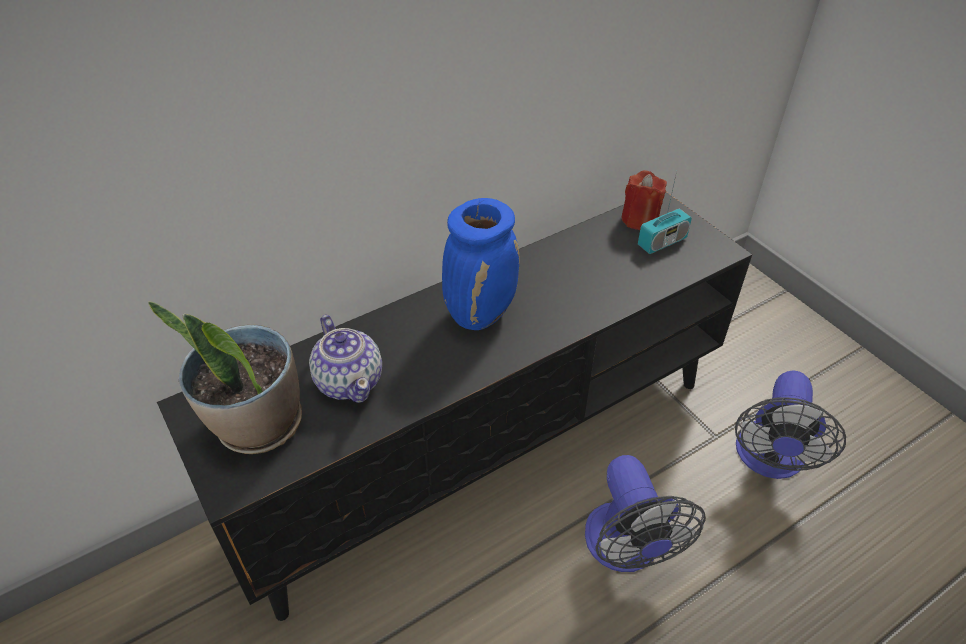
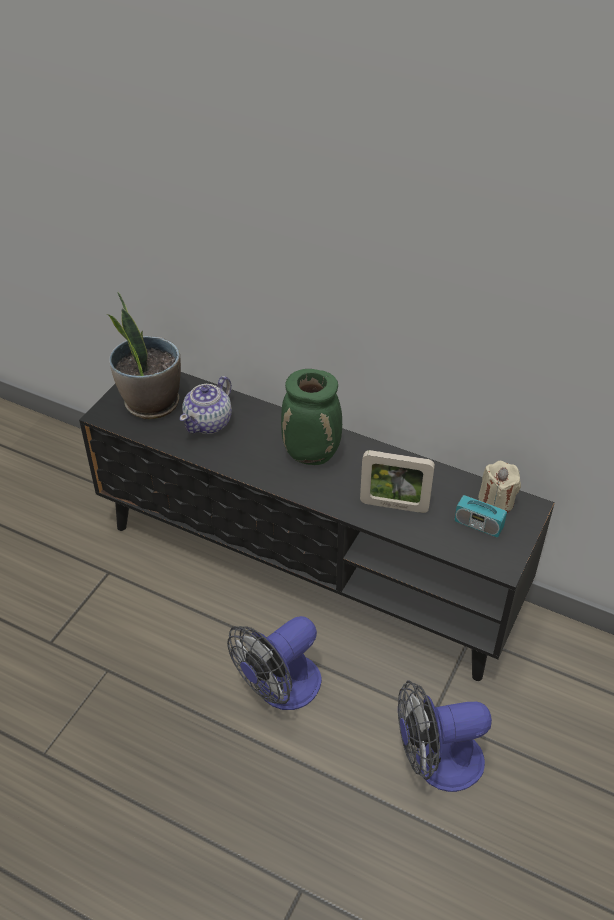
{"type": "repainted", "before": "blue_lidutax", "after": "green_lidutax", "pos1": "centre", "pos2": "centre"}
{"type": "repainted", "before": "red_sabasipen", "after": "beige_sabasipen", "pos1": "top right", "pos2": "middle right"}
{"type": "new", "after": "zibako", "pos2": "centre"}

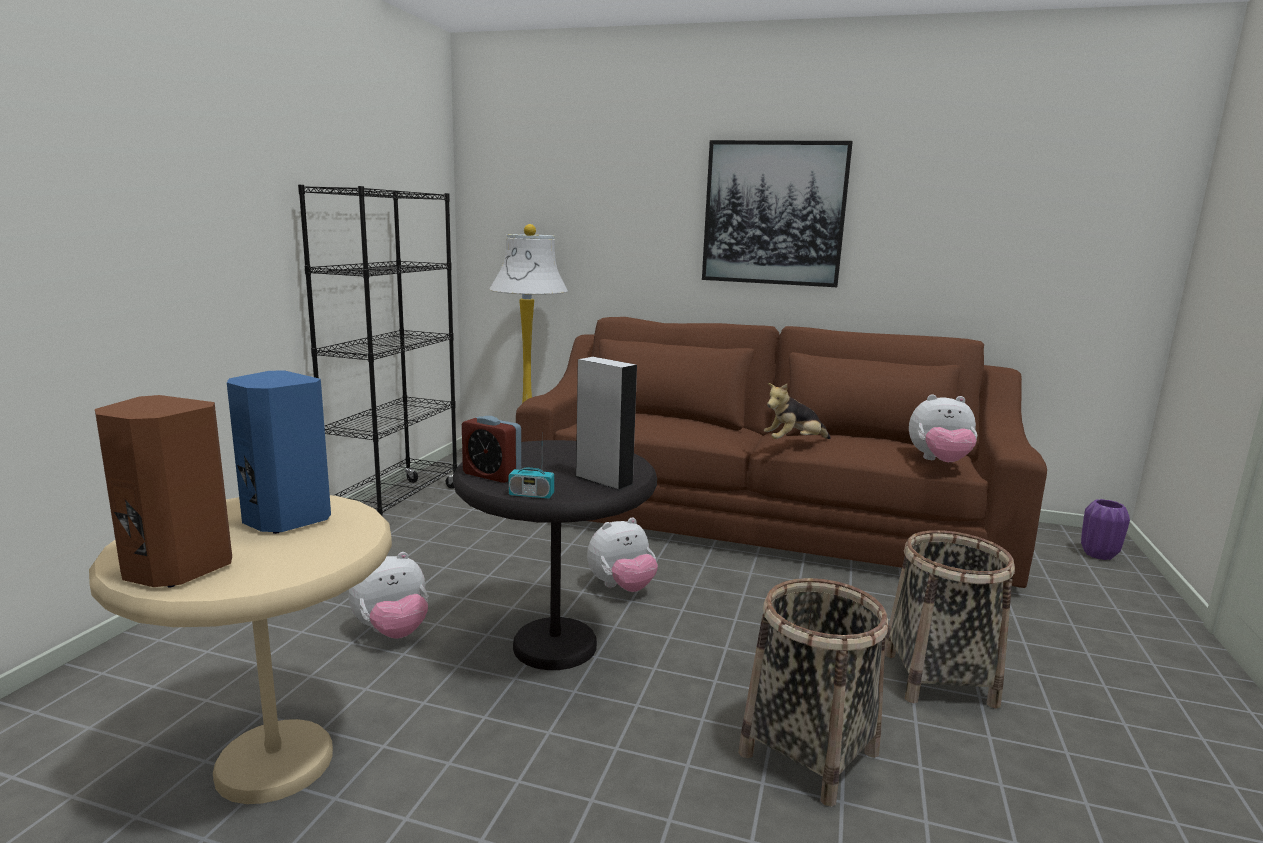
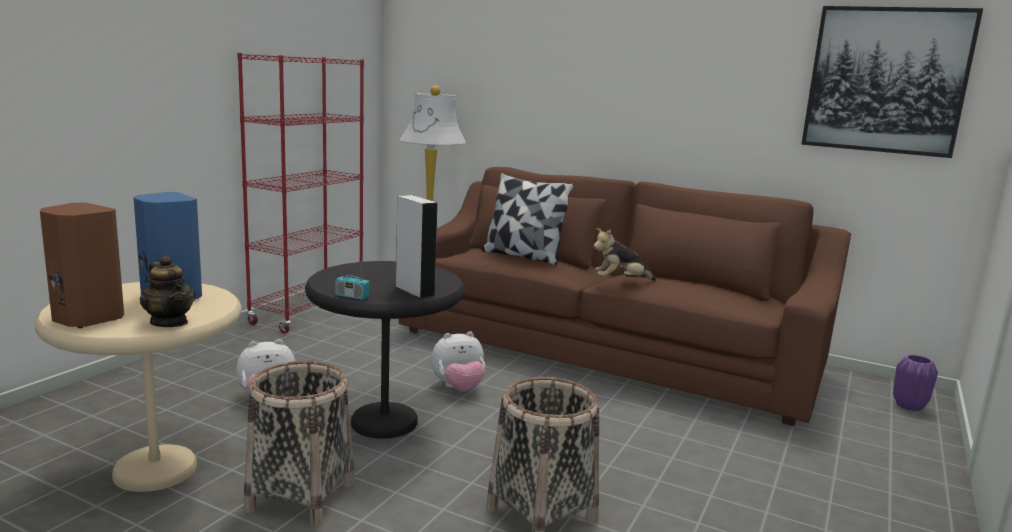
{"type": "repainted", "before": "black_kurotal", "after": "red_kurotal", "pos1": "middle left", "pos2": "middle left"}
{"type": "gone", "before": "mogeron", "pos1": "centre"}
{"type": "shifted", "before": "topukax", "pos1": "top centre", "pos2": "top right"}
{"type": "shifted", "before": "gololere (no. 2 from left in the first image)", "after": "gololere (no. 1 from left)", "pos1": "bottom right", "pos2": "bottom left"}
{"type": "gone", "before": "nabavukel (no. 4 from left)", "pos1": "middle right"}
{"type": "new", "after": "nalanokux", "pos2": "middle left"}
{"type": "new", "after": "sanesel", "pos2": "centre"}

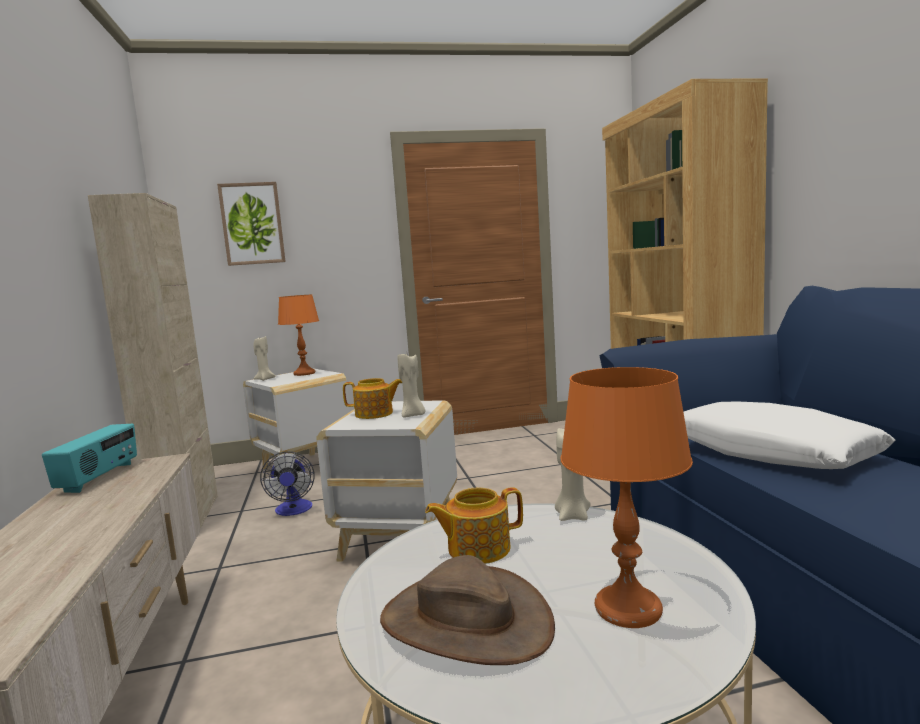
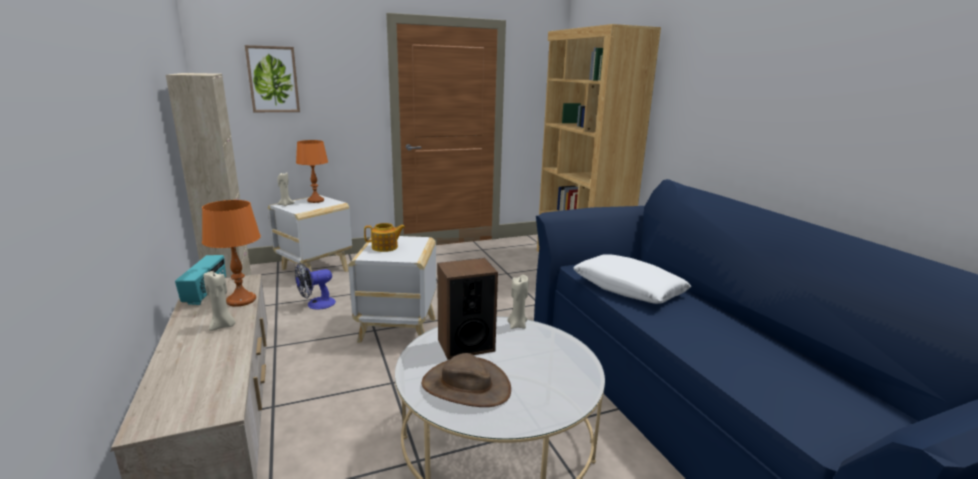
{"type": "rotated", "before": "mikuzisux", "pos1": "bottom left", "pos2": "middle left", "turn": 75}
{"type": "shifted", "before": "beige_sabasipen (no. 2 from left in the first image)", "after": "beige_sabasipen (no. 1 from left)", "pos1": "centre", "pos2": "middle left"}
{"type": "swapped", "before": "nalanokux (no. 2 from left)", "after": "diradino", "pos1": "bottom centre", "pos2": "centre"}
{"type": "shifted", "before": "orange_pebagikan (no. 2 from left in the first image)", "after": "orange_pebagikan (no. 1 from left)", "pos1": "bottom right", "pos2": "middle left"}

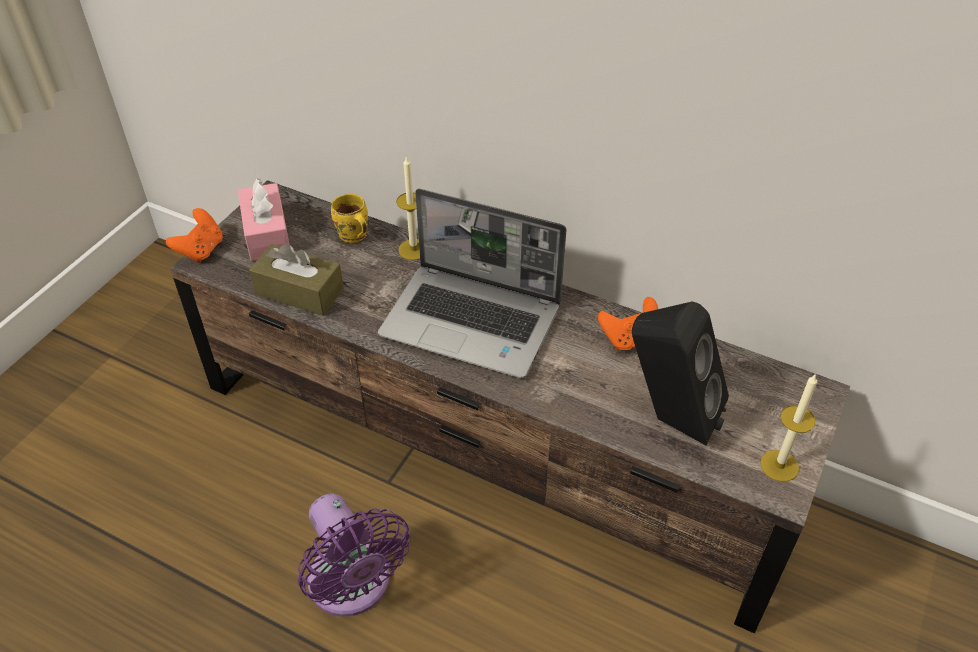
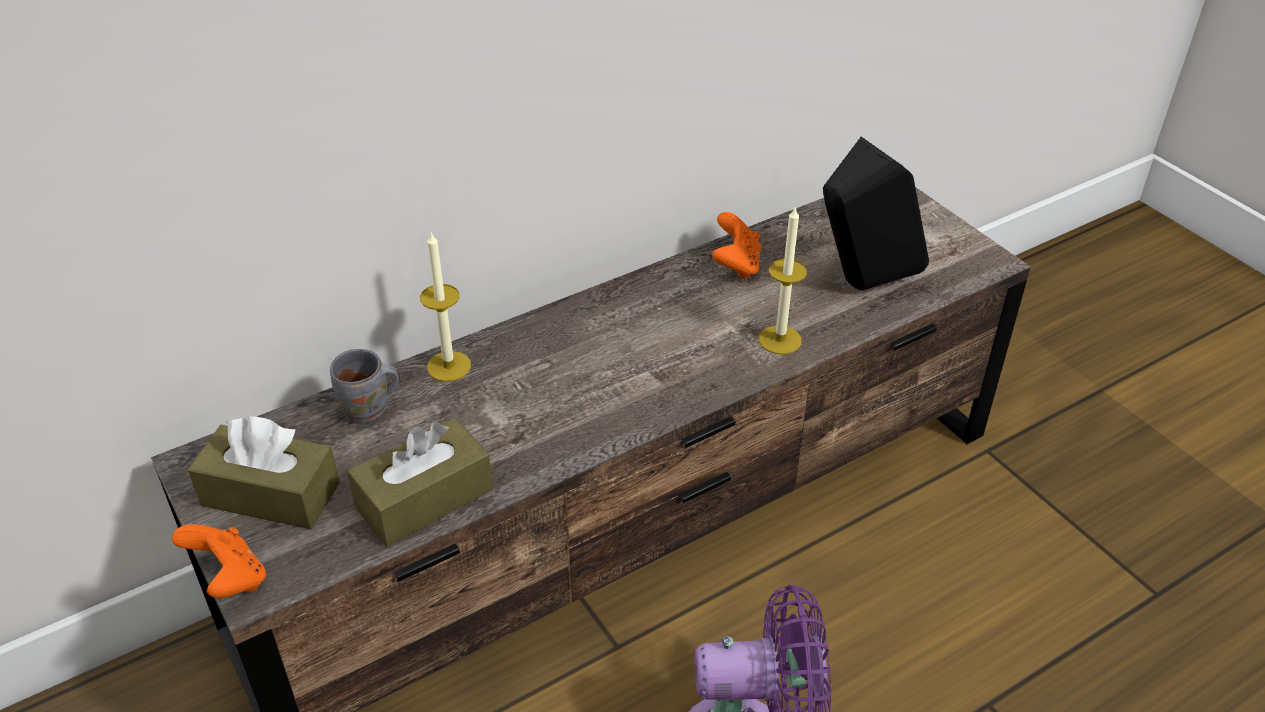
{"type": "repainted", "before": "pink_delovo", "after": "brown_delovo (no. 1 from left)", "pos1": "middle left", "pos2": "middle left"}
{"type": "repainted", "before": "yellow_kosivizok", "after": "grey_kosivizok", "pos1": "centre", "pos2": "middle left"}
{"type": "gone", "before": "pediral", "pos1": "centre"}
{"type": "shifted", "before": "sabasipen (no. 2 from left)", "pos1": "middle right", "pos2": "centre"}

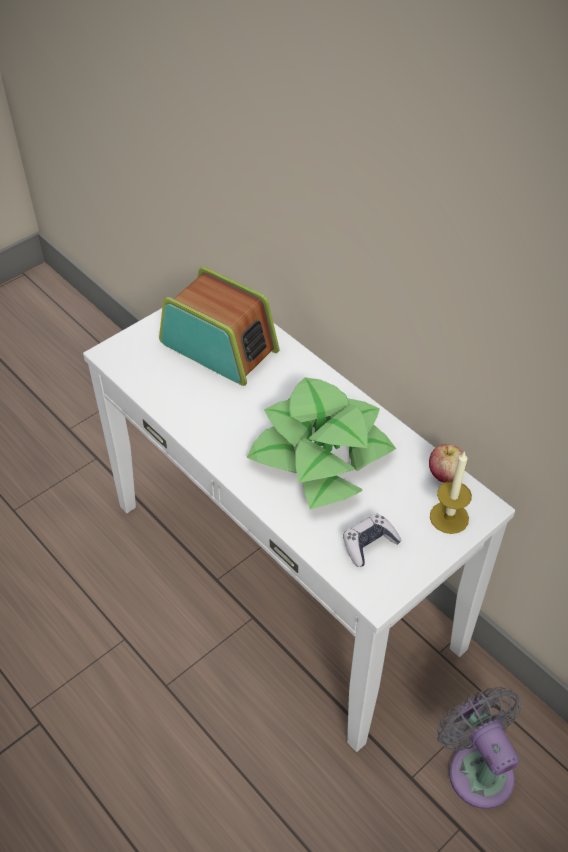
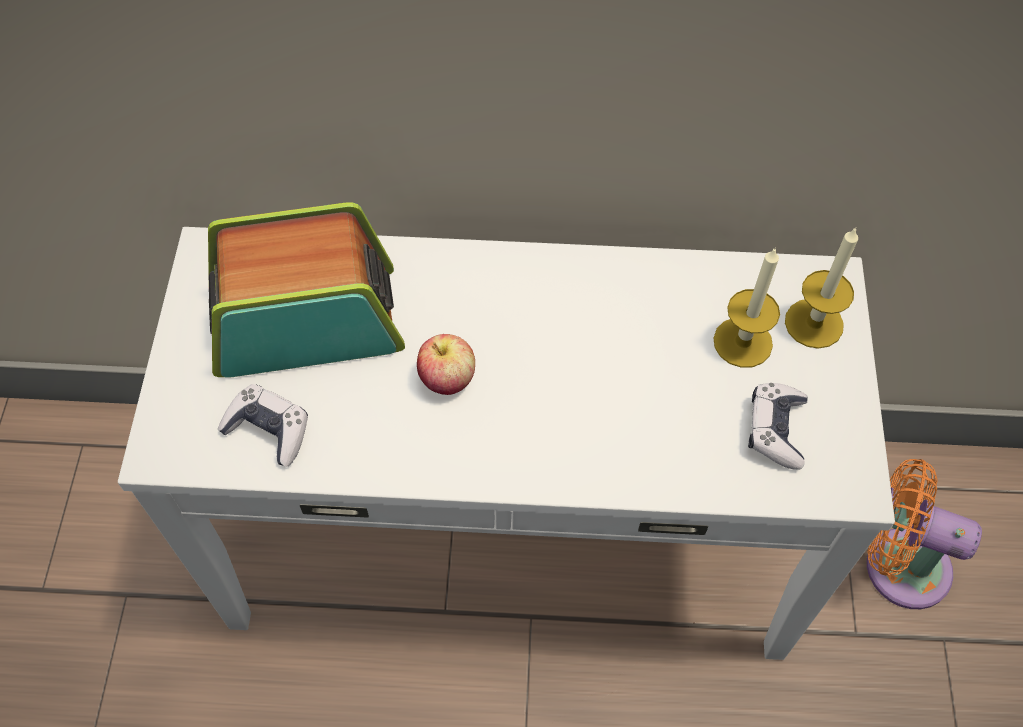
{"type": "gone", "before": "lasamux", "pos1": "centre"}
{"type": "shifted", "before": "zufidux", "pos1": "middle right", "pos2": "centre"}
{"type": "repainted", "before": "grey_mikuzisux", "after": "orange_mikuzisux", "pos1": "bottom right", "pos2": "bottom right"}
{"type": "new", "after": "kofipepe (no. 1 from left)", "pos2": "middle left"}
{"type": "new", "after": "sabasipen (no. 1 from left)", "pos2": "middle right"}

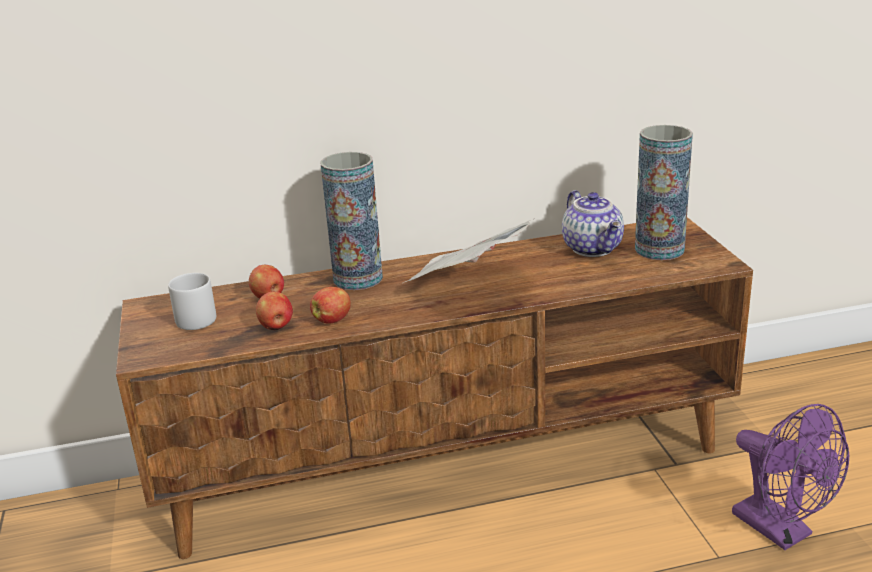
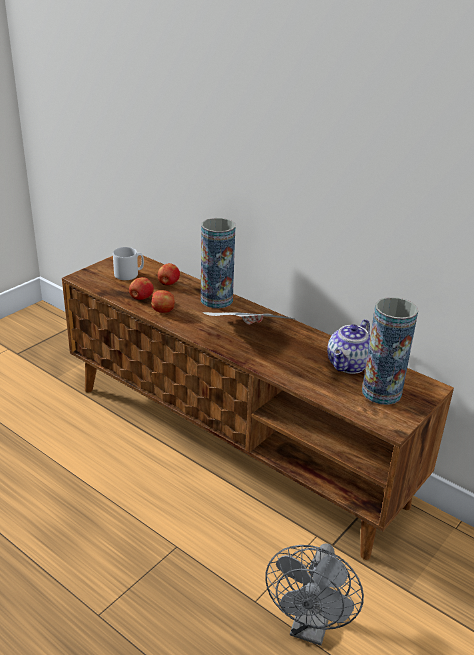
{"type": "repainted", "before": "purple_mikuzisux", "after": "grey_mikuzisux", "pos1": "bottom right", "pos2": "bottom centre"}

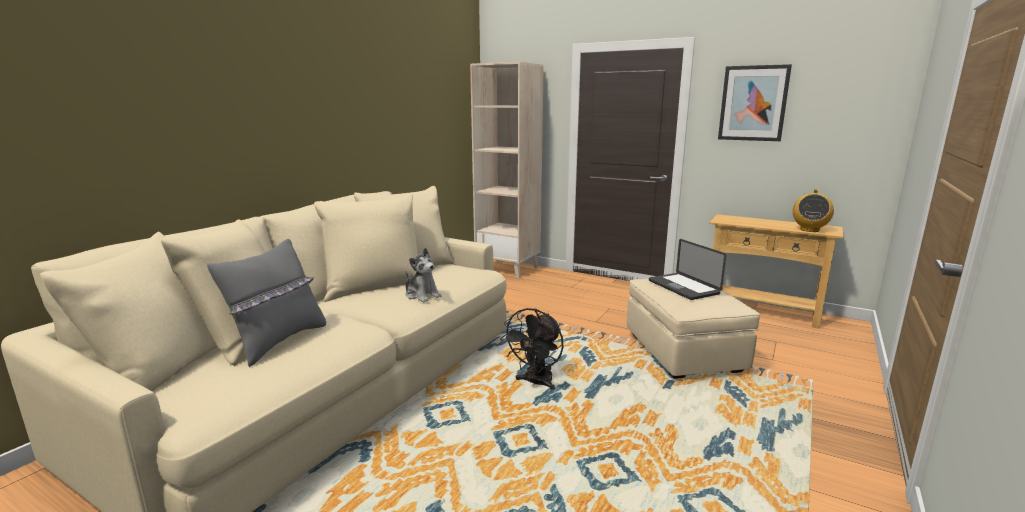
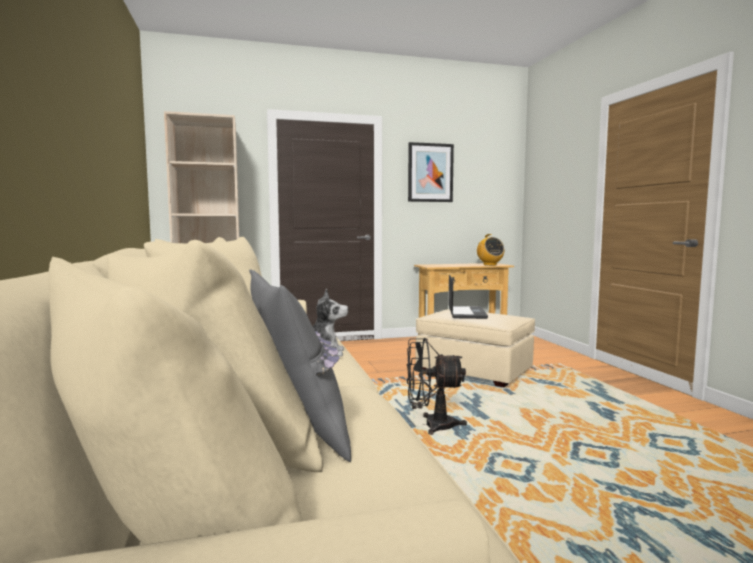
{"type": "rotated", "before": "black_mikuzisux", "pos1": "bottom centre", "pos2": "bottom centre", "turn": 105}
{"type": "rotated", "before": "pediral", "pos1": "middle right", "pos2": "centre", "turn": -105}

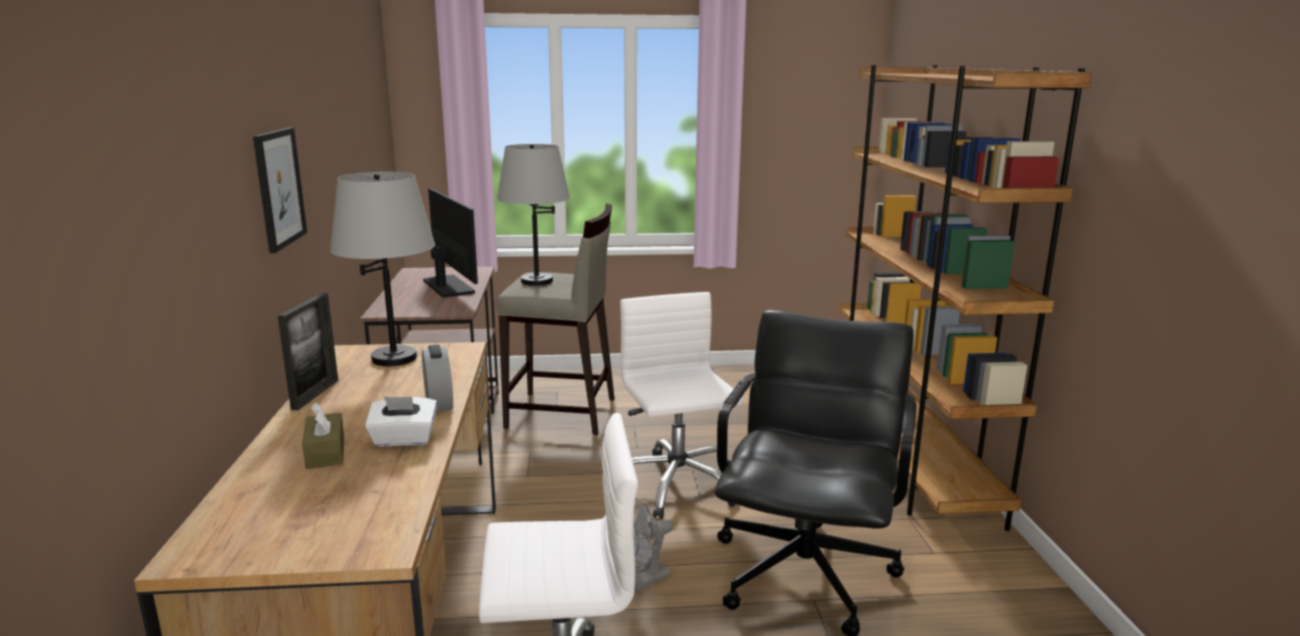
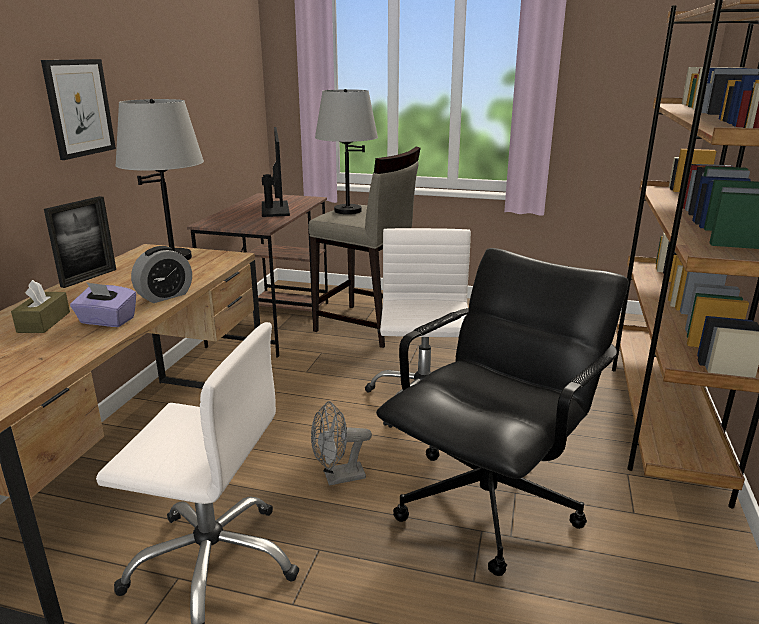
{"type": "repainted", "before": "white_delovo", "after": "purple_delovo", "pos1": "middle left", "pos2": "middle left"}
{"type": "rotated", "before": "mogeron", "pos1": "centre", "pos2": "middle left", "turn": 45}

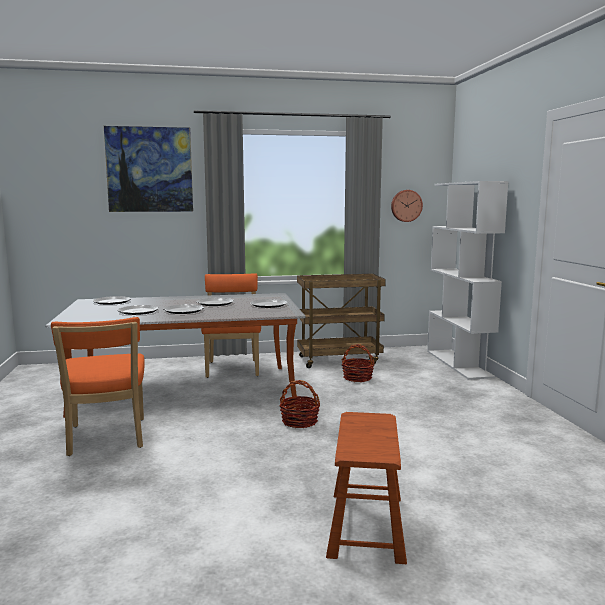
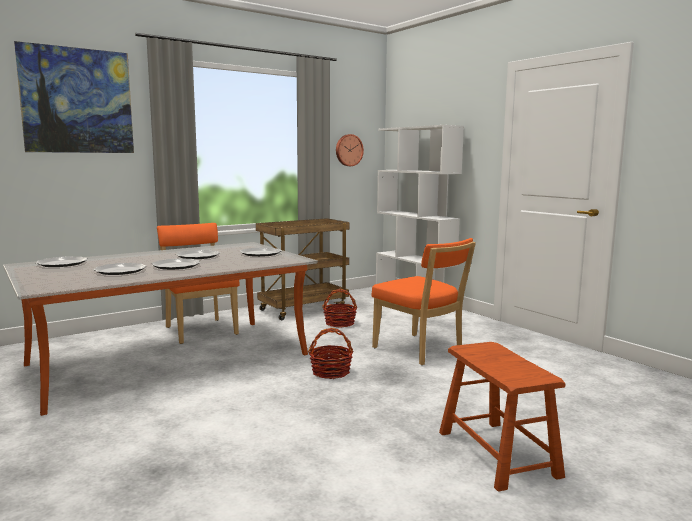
{"type": "shifted", "before": "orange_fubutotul (no. 1 from left in the first image)", "after": "orange_fubutotul (no. 2 from left)", "pos1": "middle left", "pos2": "centre"}

